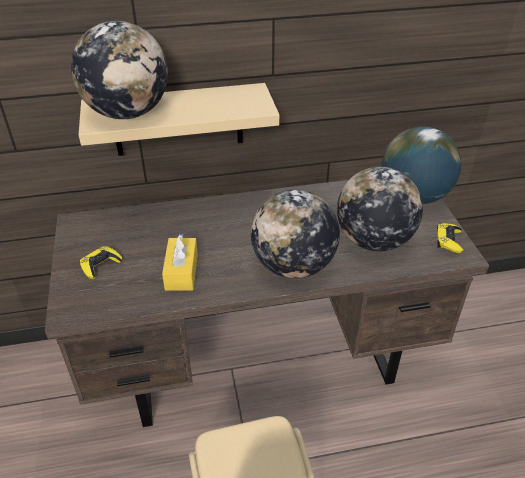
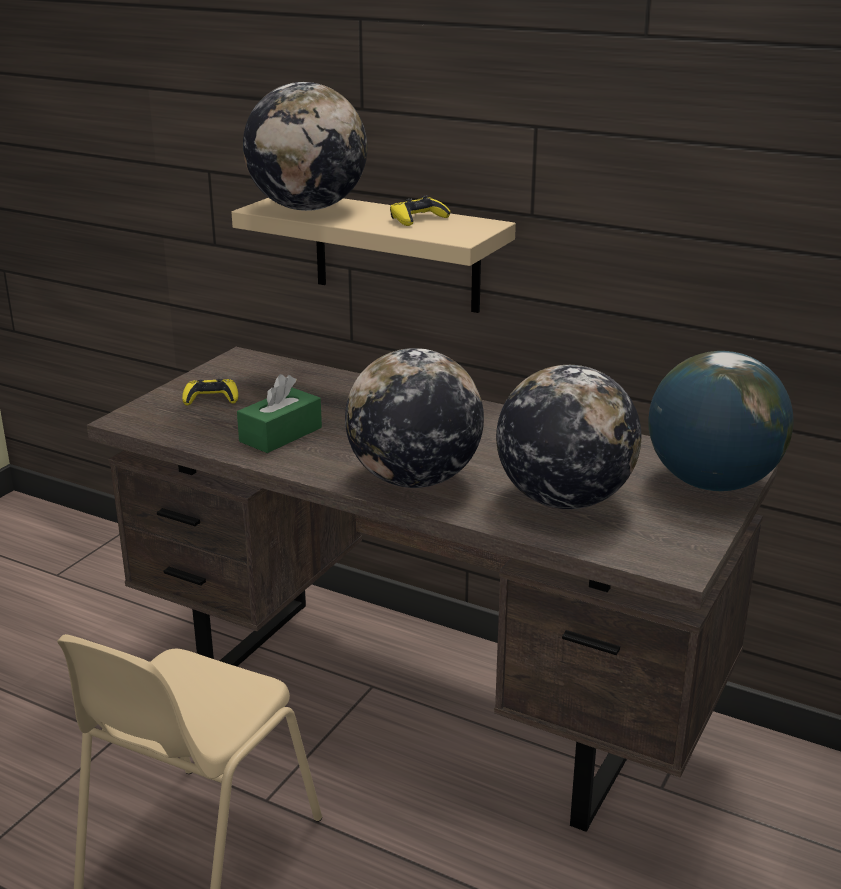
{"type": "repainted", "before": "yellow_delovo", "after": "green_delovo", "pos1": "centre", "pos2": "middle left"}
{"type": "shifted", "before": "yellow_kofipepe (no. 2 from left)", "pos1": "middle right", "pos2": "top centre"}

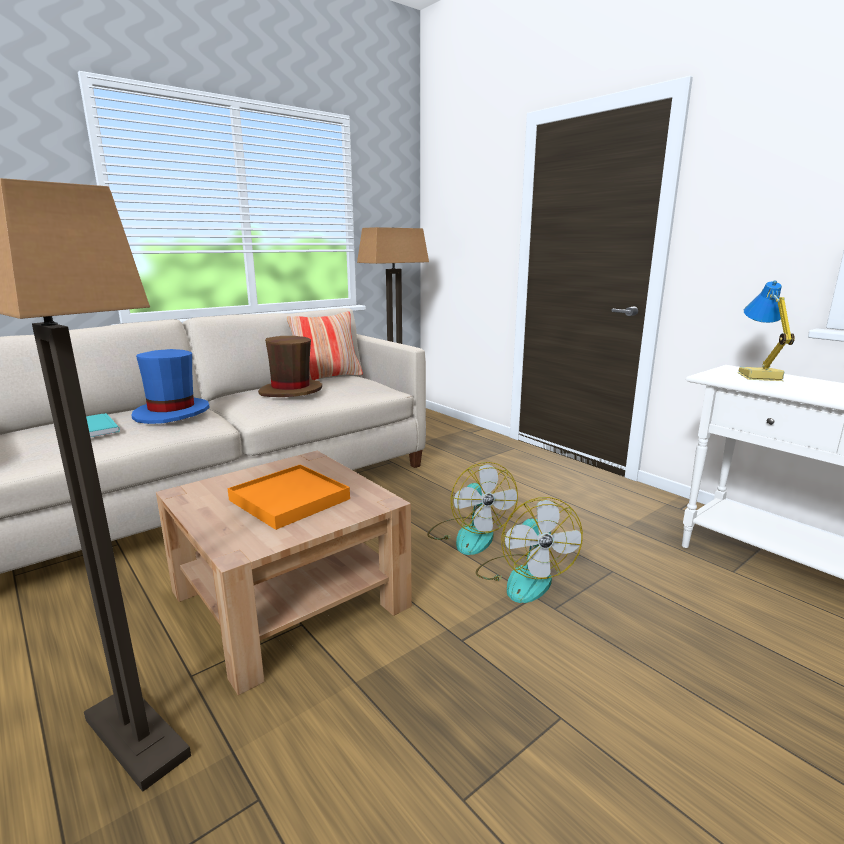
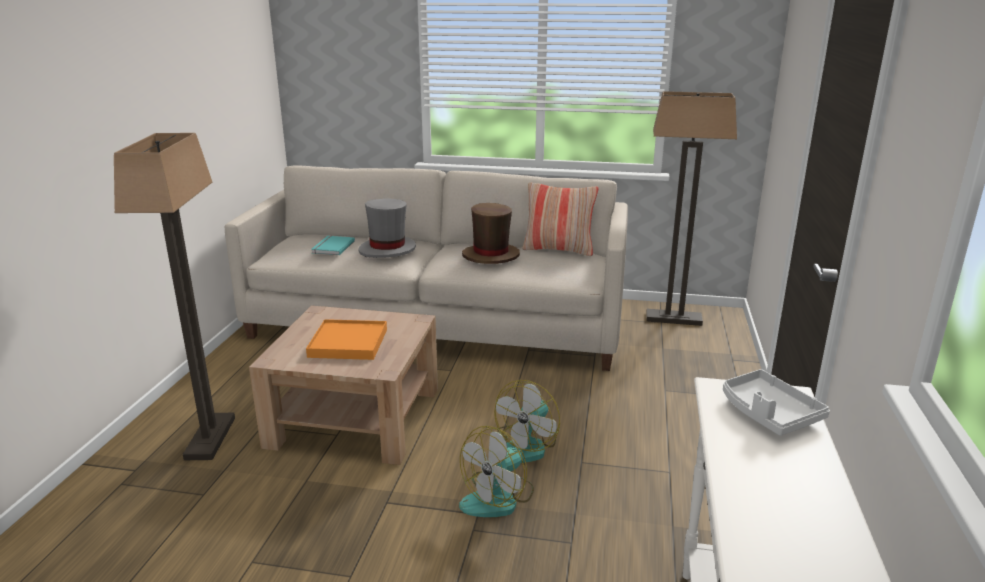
{"type": "repainted", "before": "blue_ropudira", "after": "grey_ropudira", "pos1": "middle left", "pos2": "centre"}
{"type": "swapped", "before": "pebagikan", "after": "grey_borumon", "pos1": "middle right", "pos2": "bottom right"}

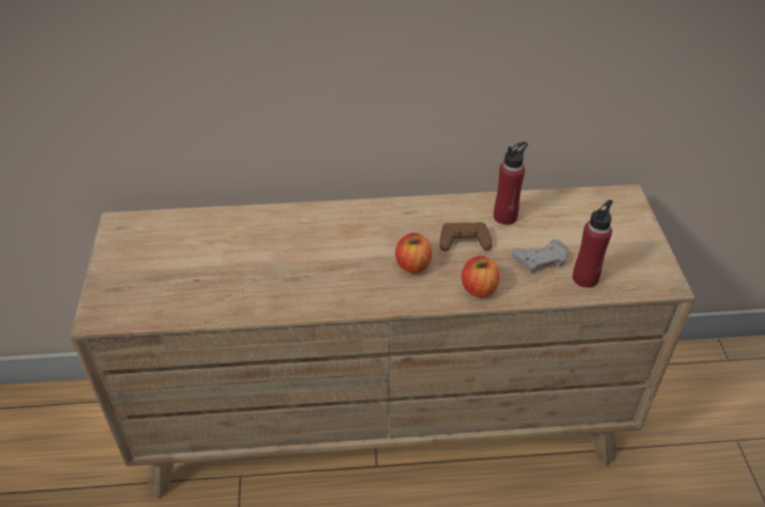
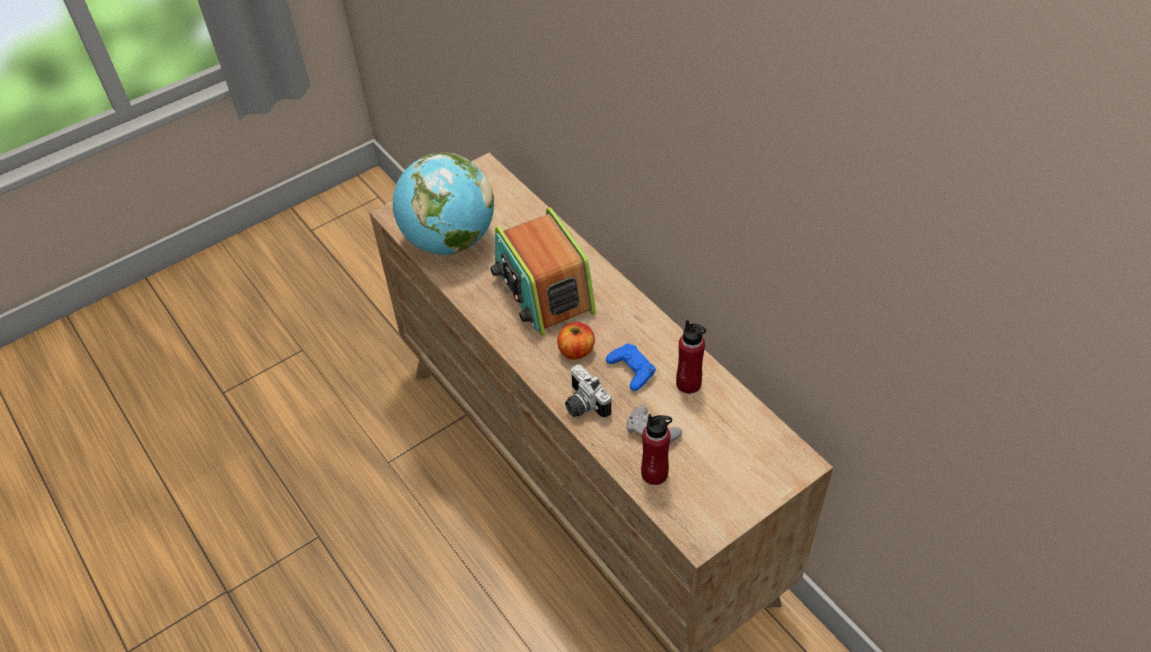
{"type": "repainted", "before": "brown_kofipepe", "after": "blue_kofipepe", "pos1": "centre", "pos2": "centre"}
{"type": "swapped", "before": "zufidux (no. 2 from left)", "after": "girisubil", "pos1": "centre", "pos2": "centre"}
{"type": "new", "after": "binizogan", "pos2": "top centre"}
{"type": "new", "after": "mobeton", "pos2": "centre"}

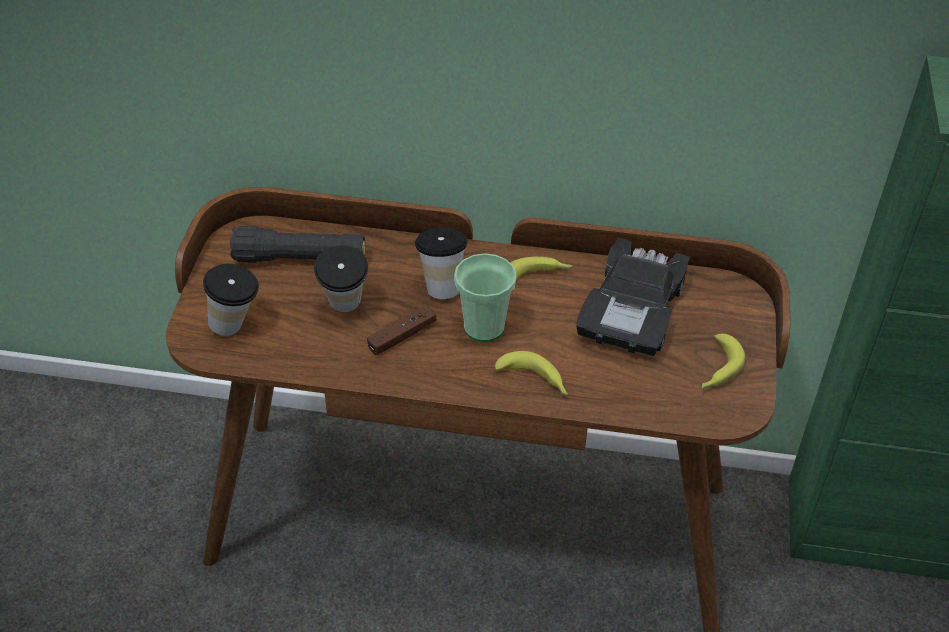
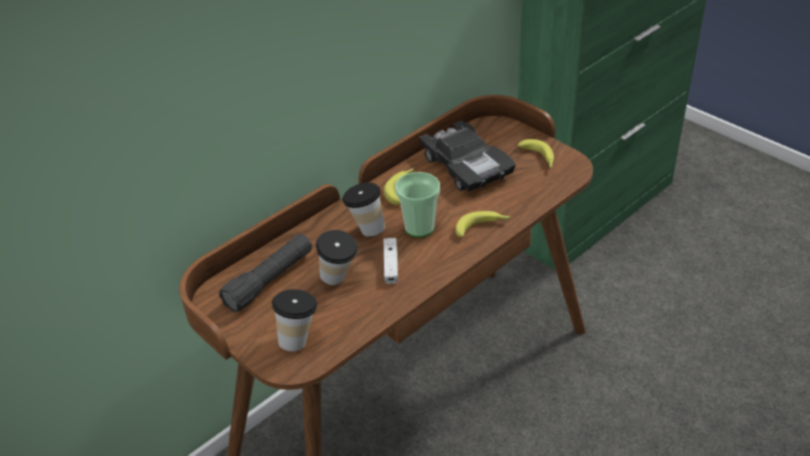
{"type": "repainted", "before": "brown_kofipepe", "after": "white_kofipepe", "pos1": "centre", "pos2": "centre"}

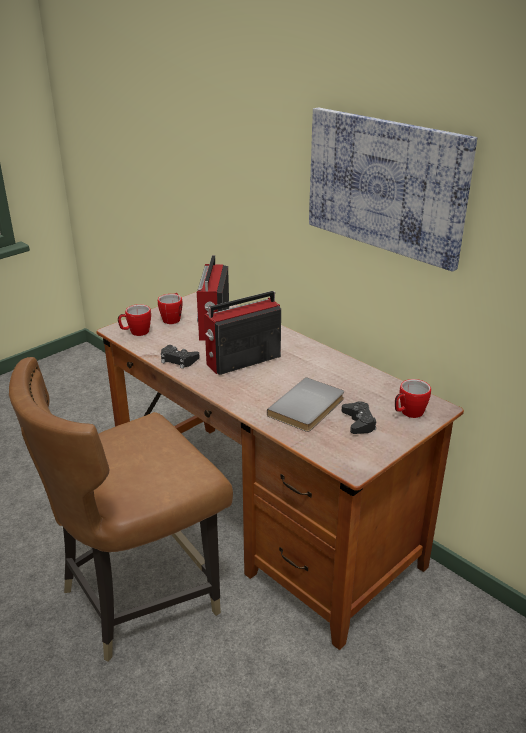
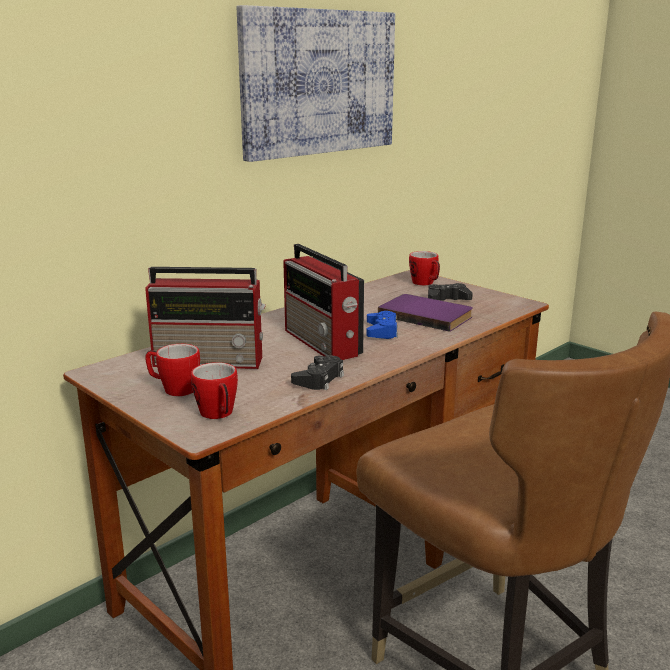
{"type": "repainted", "before": "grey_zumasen", "after": "purple_zumasen", "pos1": "centre", "pos2": "centre"}
{"type": "new", "after": "blue_kofipepe", "pos2": "centre"}

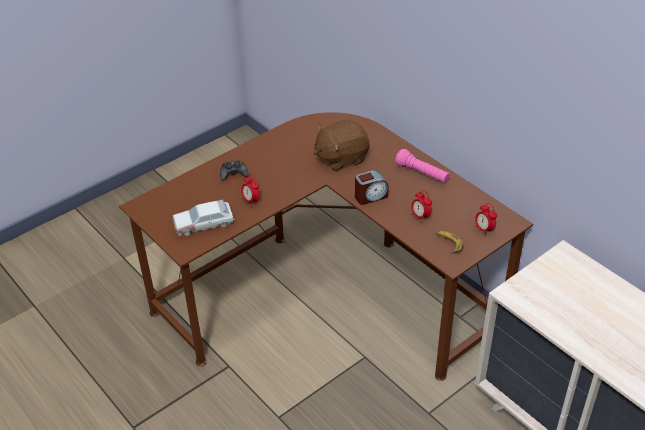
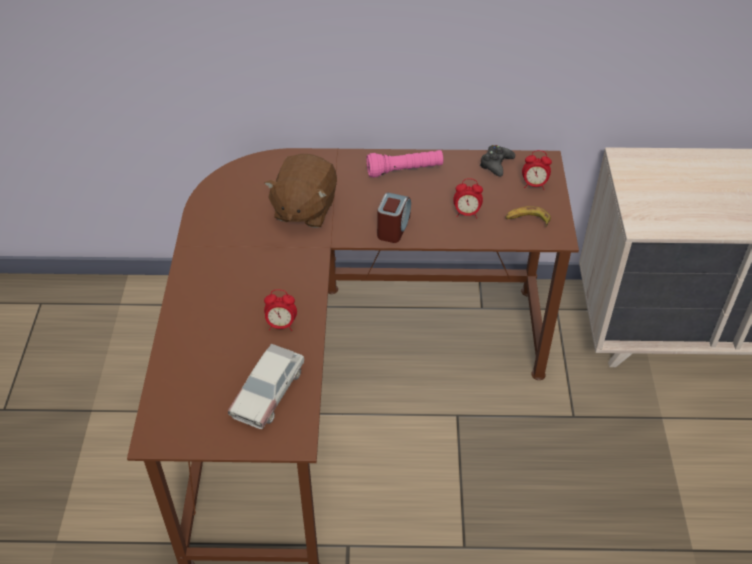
{"type": "shifted", "before": "black_kofipepe", "pos1": "centre", "pos2": "top centre"}

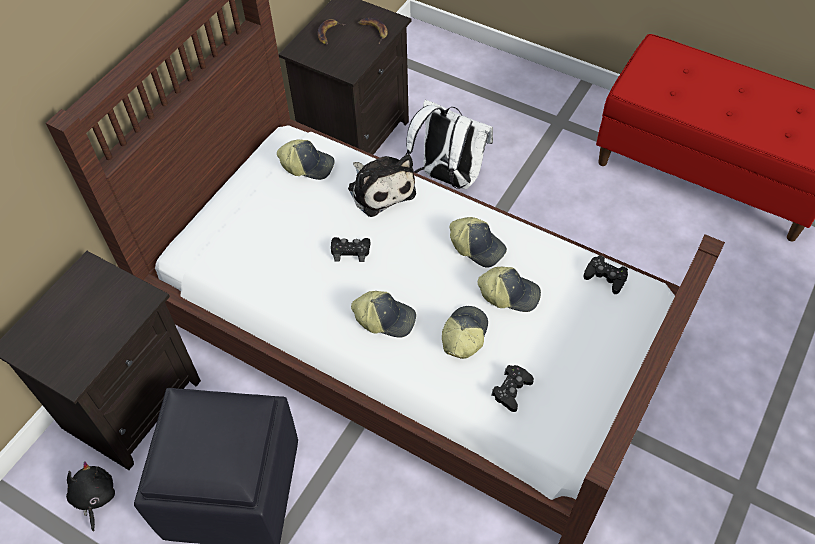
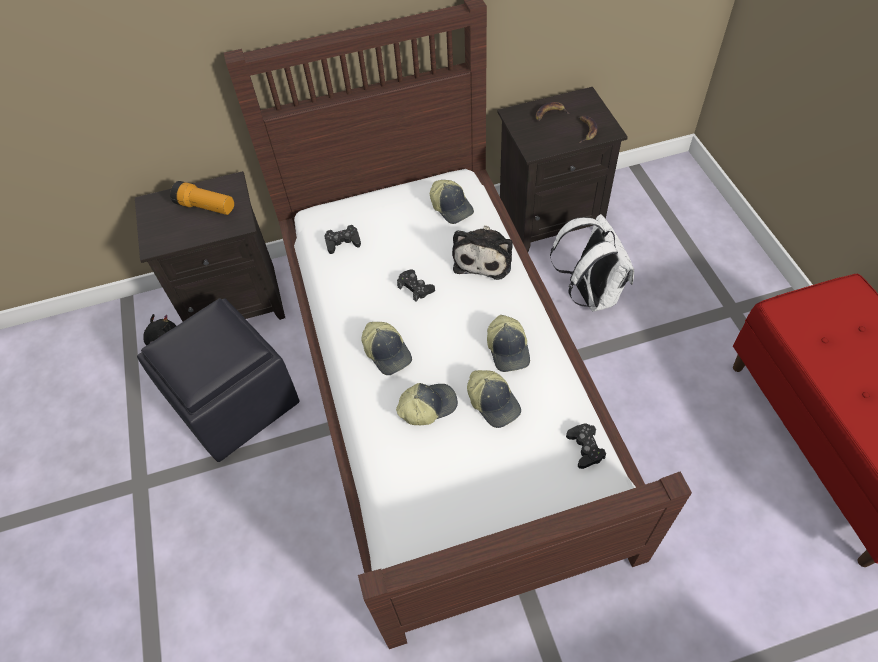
{"type": "shifted", "before": "black_kofipepe (no. 2 from left in the first image)", "after": "black_kofipepe (no. 1 from left)", "pos1": "bottom centre", "pos2": "centre"}
{"type": "new", "after": "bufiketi", "pos2": "top left"}

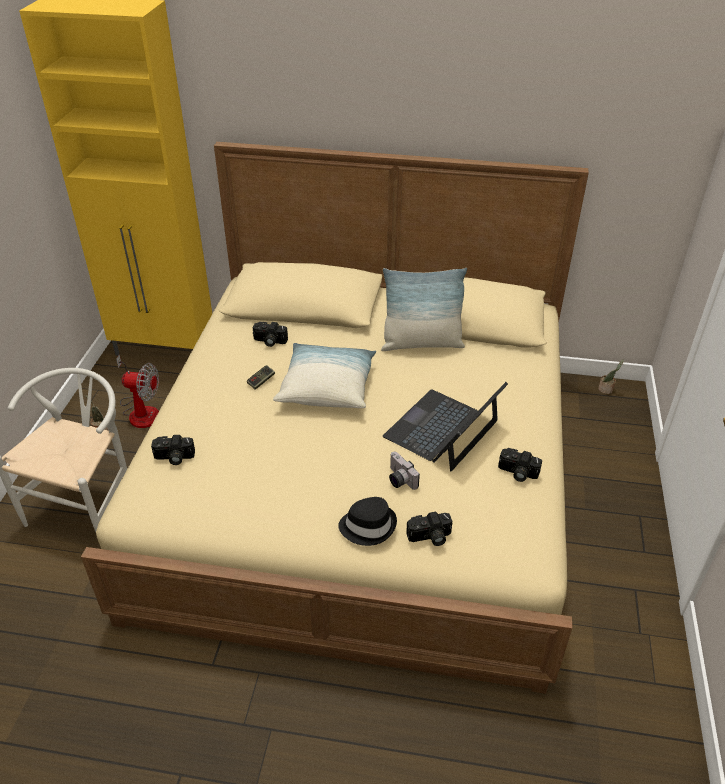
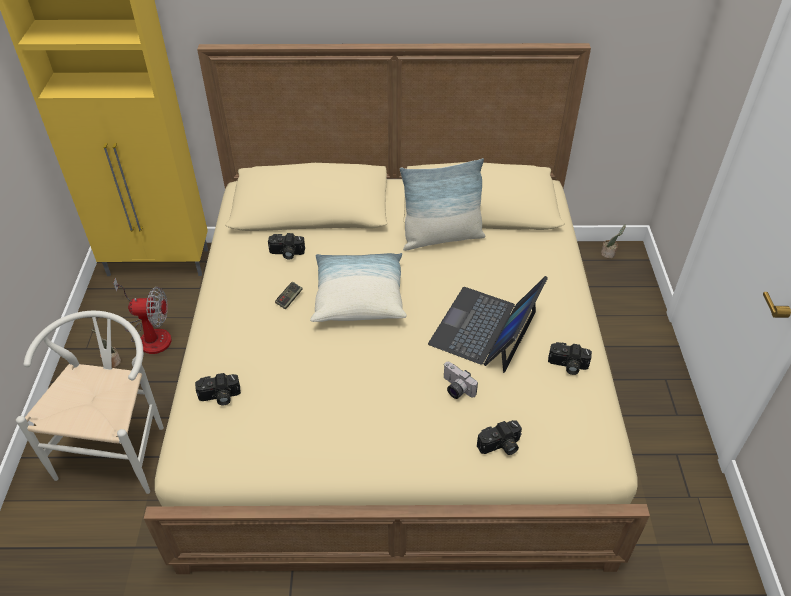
{"type": "gone", "before": "black_ropudira", "pos1": "centre"}

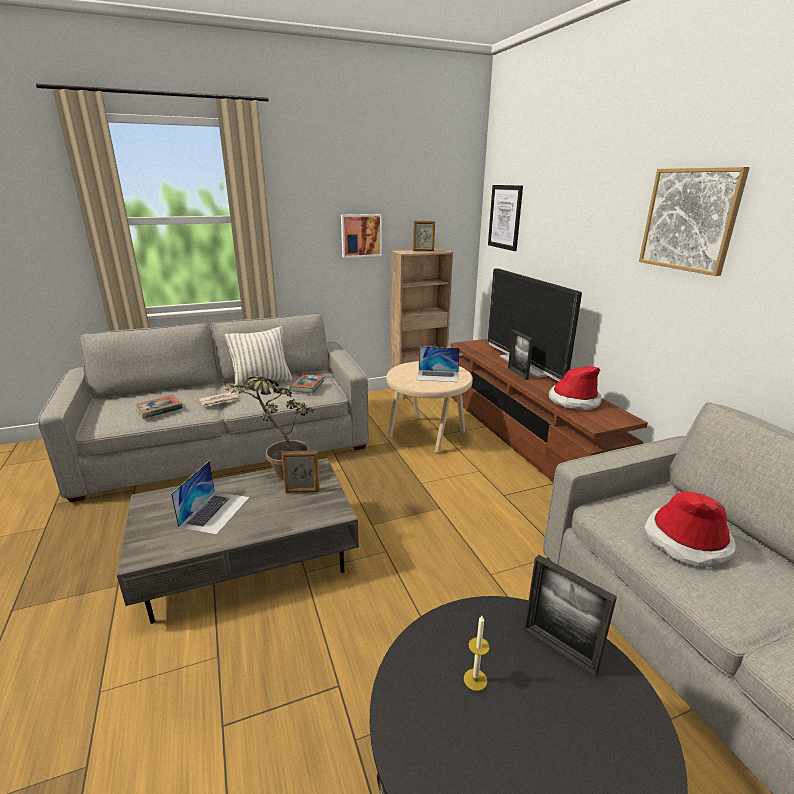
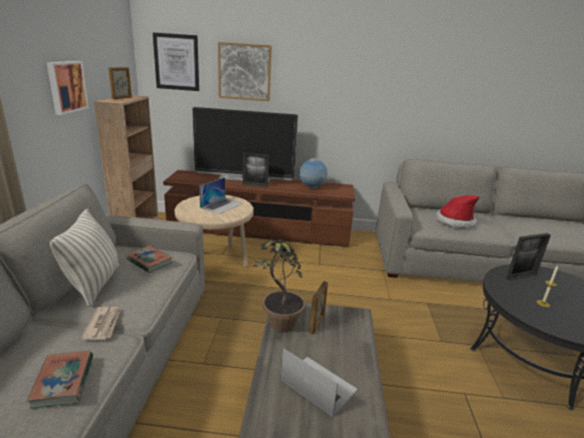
{"type": "swapped", "before": "ropudira (no. 1 from left)", "after": "binizogan", "pos1": "middle right", "pos2": "centre"}
{"type": "shifted", "before": "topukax (no. 3 from left)", "pos1": "top right", "pos2": "top centre"}

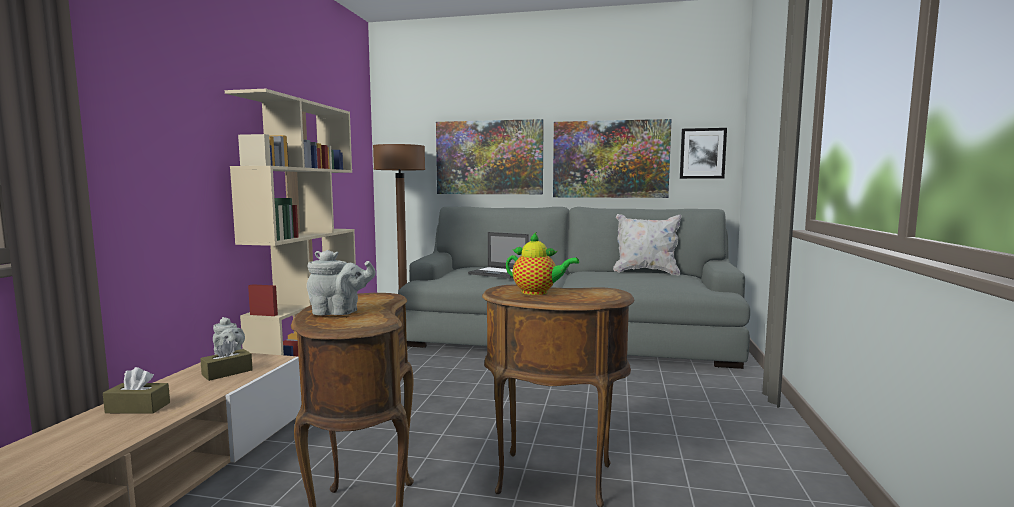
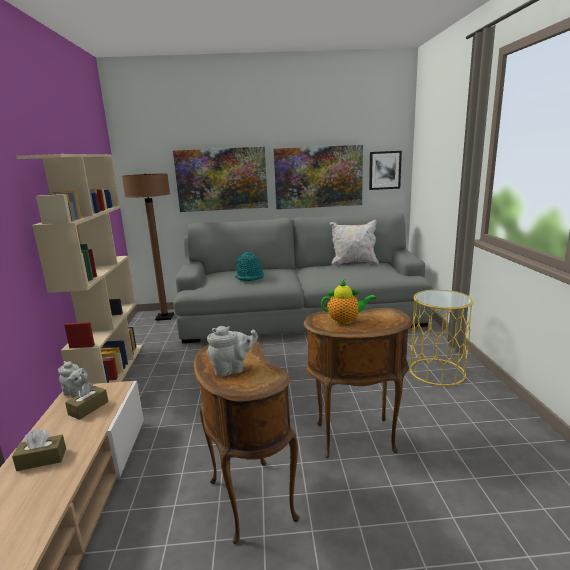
{"type": "swapped", "before": "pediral", "after": "turquoise_ropudira", "pos1": "centre", "pos2": "centre"}
{"type": "new", "after": "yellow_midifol", "pos2": "middle right"}

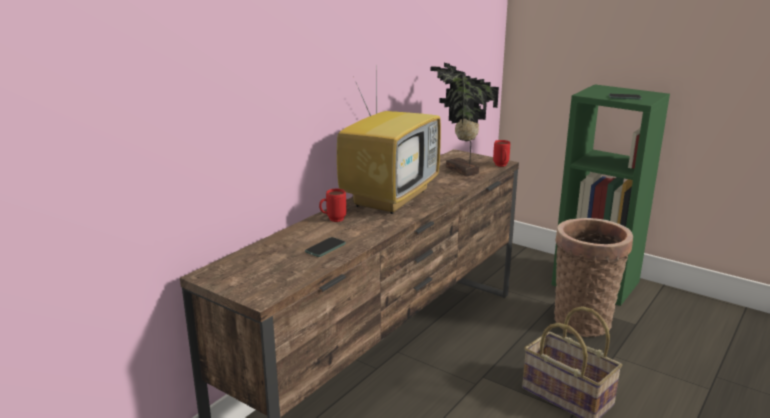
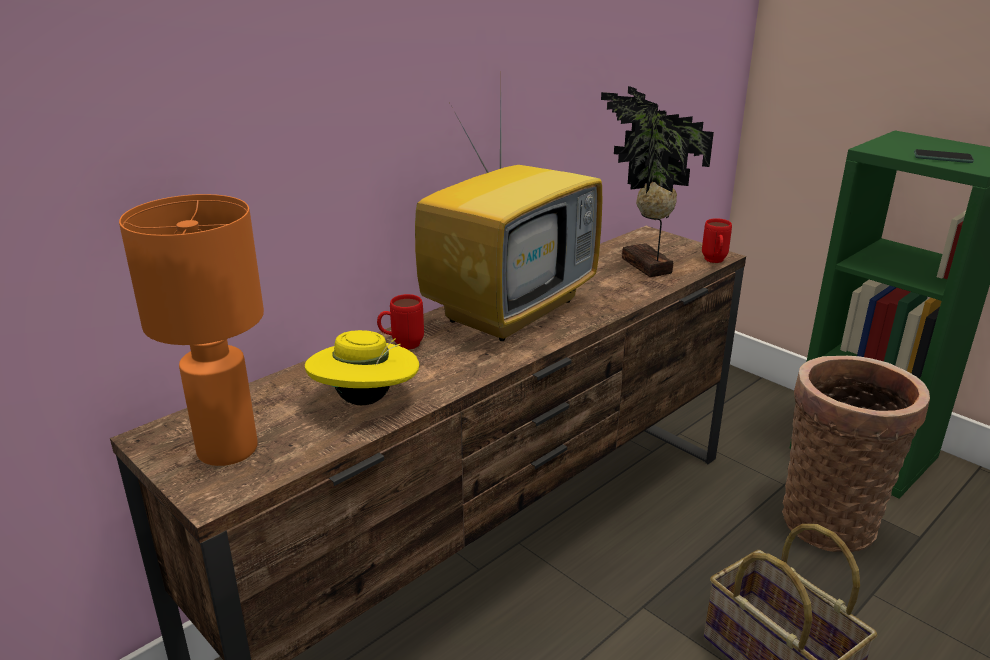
{"type": "swapped", "before": "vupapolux (no. 1 from left)", "after": "yellow_ropudira", "pos1": "centre", "pos2": "centre"}
{"type": "new", "after": "orange_pebagikan", "pos2": "middle left"}

